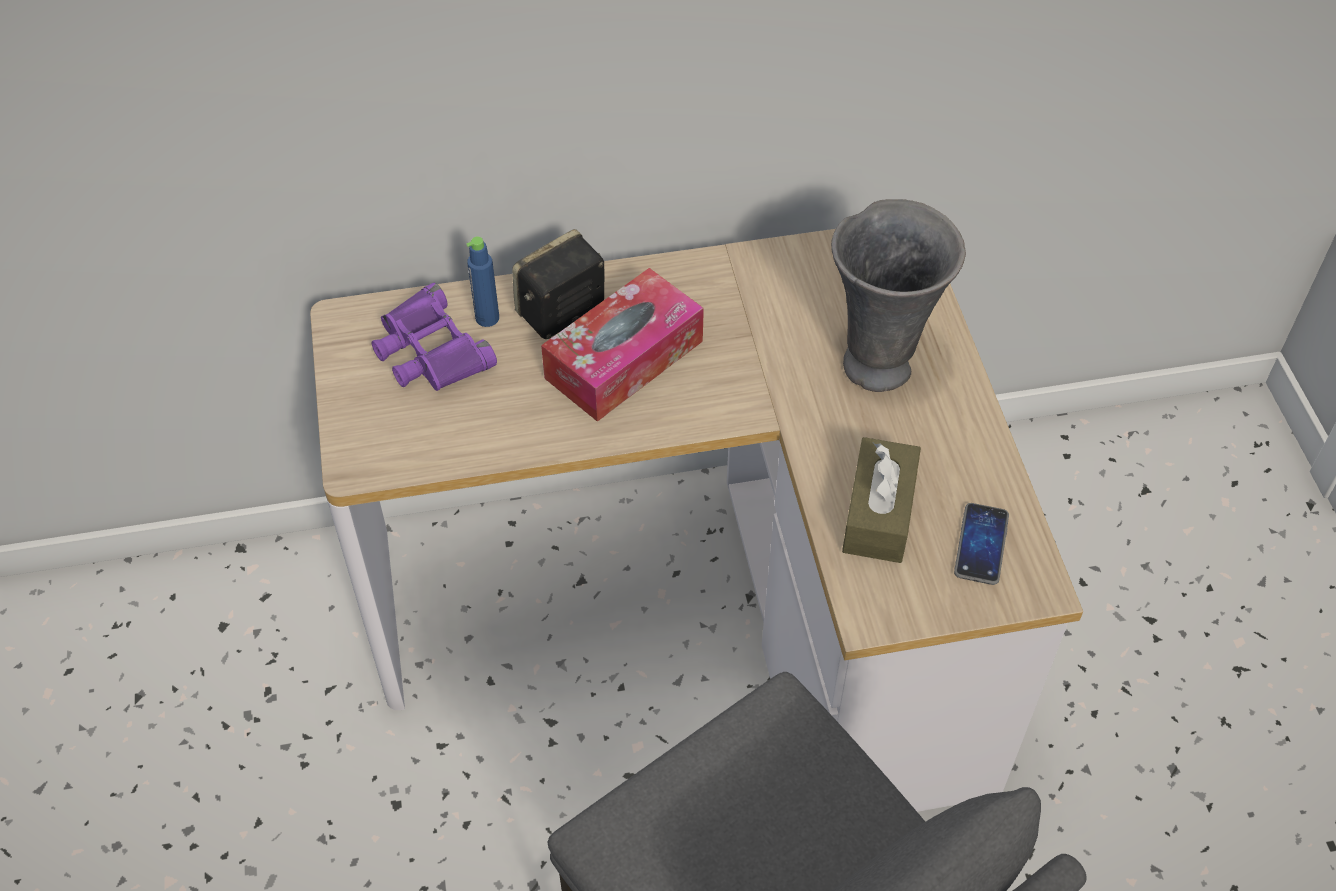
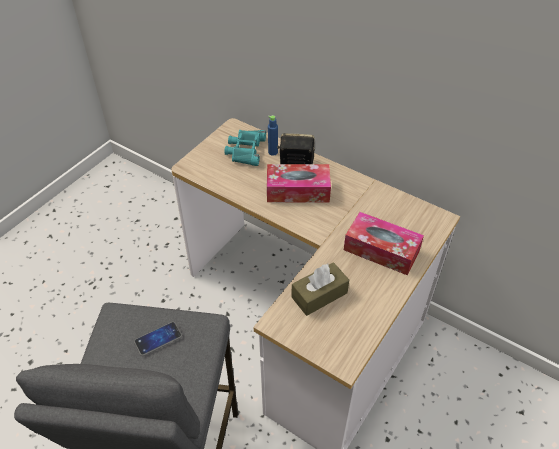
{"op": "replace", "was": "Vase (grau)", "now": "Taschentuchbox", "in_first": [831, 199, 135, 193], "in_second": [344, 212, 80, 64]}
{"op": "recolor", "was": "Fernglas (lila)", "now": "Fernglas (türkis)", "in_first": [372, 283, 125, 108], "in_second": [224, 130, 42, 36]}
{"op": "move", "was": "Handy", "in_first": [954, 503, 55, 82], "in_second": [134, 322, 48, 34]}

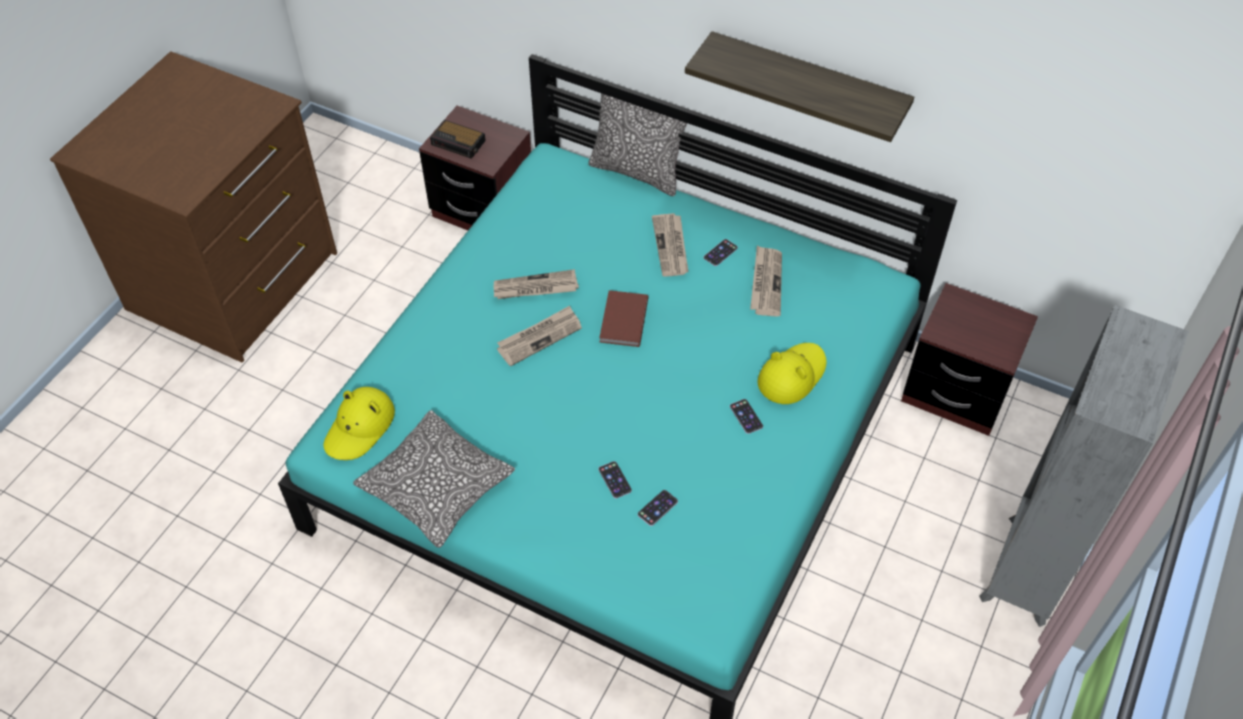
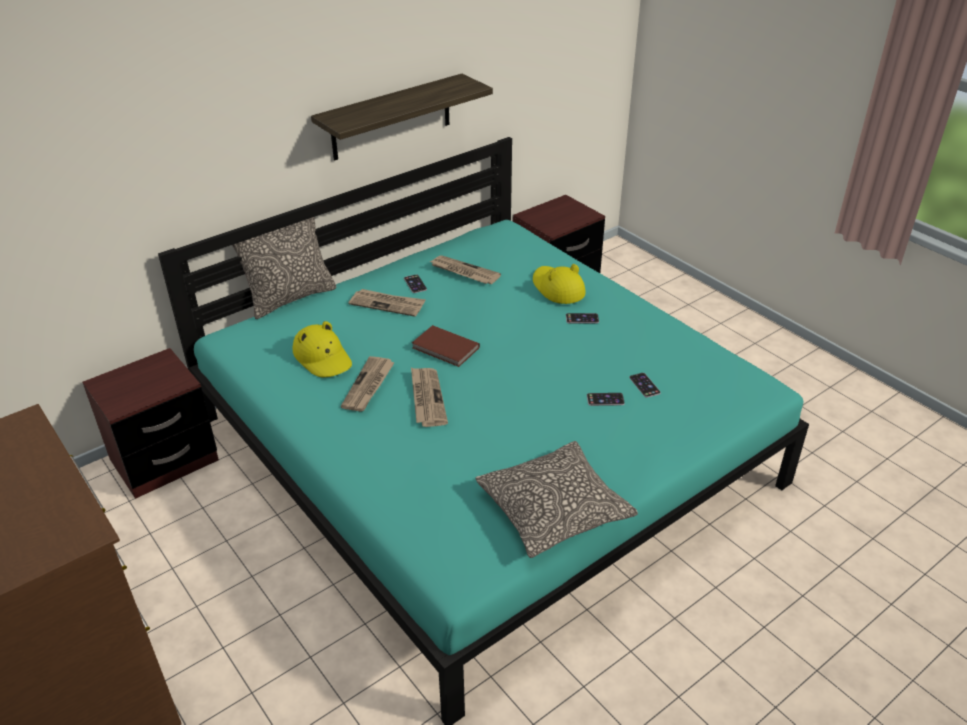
{"op": "delete", "was": "Wecker", "in_first": [430, 120, 56, 39]}
{"op": "delete", "was": "Bücherregal (grau)", "in_first": [979, 305, 210, 322]}
{"op": "move", "was": "Hut (gelb)", "in_first": [323, 387, 72, 73], "in_second": [293, 321, 59, 56]}

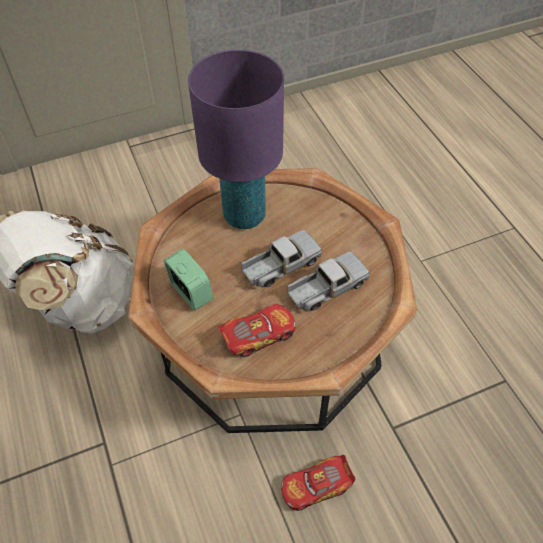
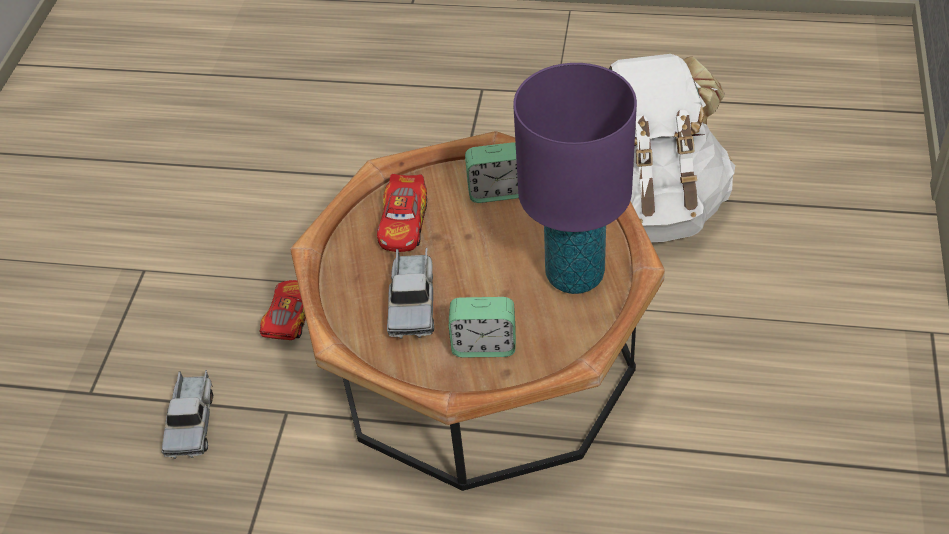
{"op": "move", "was": "Spielzeuglaster", "in_first": [241, 230, 81, 57], "in_second": [162, 370, 51, 89]}
{"op": "insert", "now": "Wecker", "in_second": [449, 297, 67, 61]}

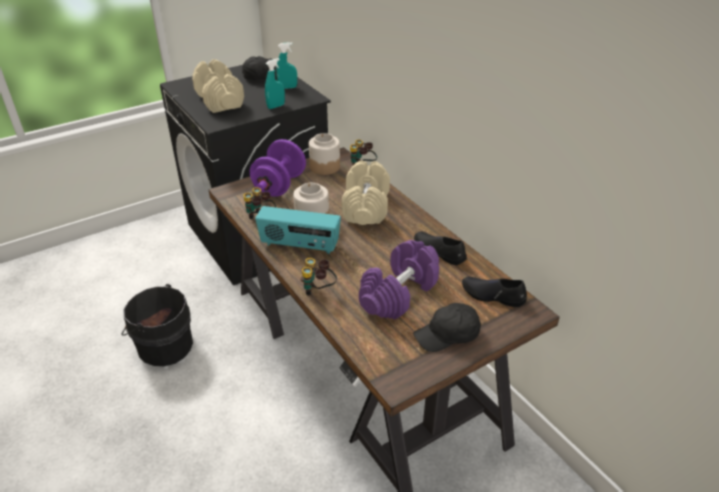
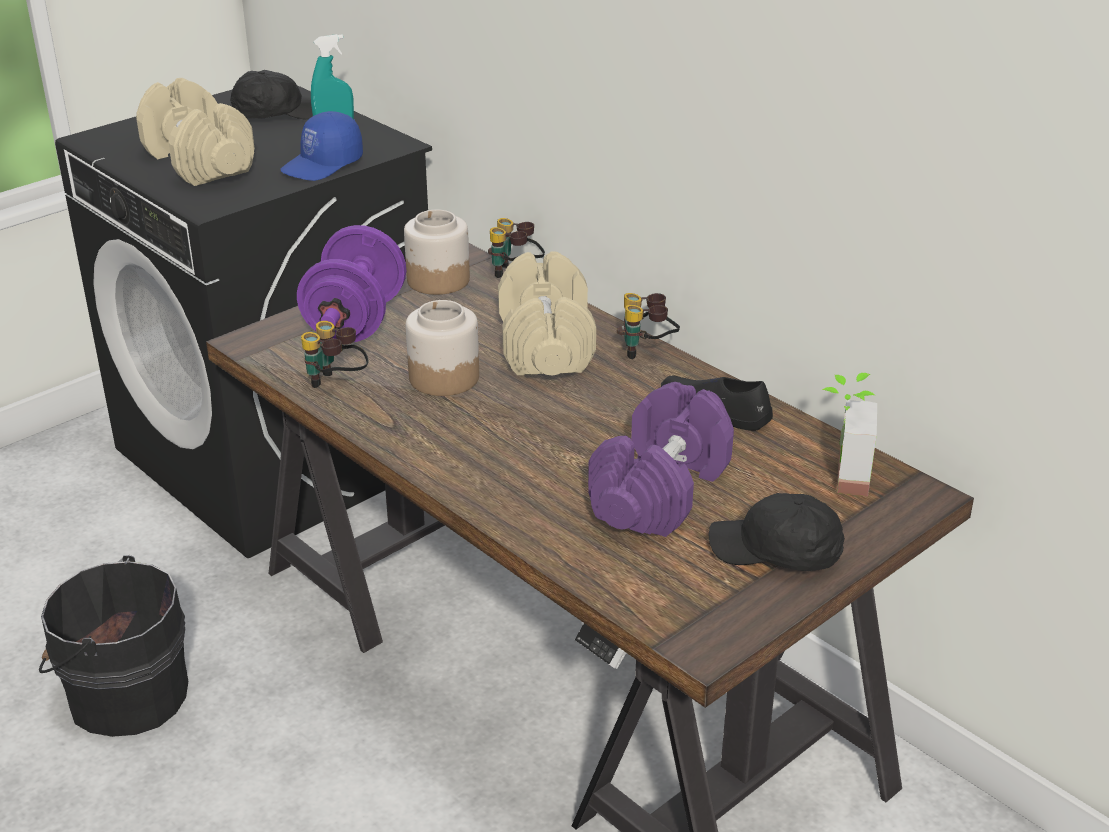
{"op": "replace", "was": "Sprühflasche (türkis)", "now": "Kappe (blau)", "in_first": [265, 58, 20, 51], "in_second": [280, 111, 83, 70]}
{"op": "delete", "was": "Radio", "in_first": [255, 206, 86, 48]}
{"op": "move", "was": "Fernglas", "in_first": [300, 258, 37, 38], "in_second": [617, 293, 63, 66]}
{"op": "replace", "was": "Schuh (schwarz)", "now": "Topfpflanze", "in_first": [462, 277, 65, 30], "in_second": [822, 373, 55, 123]}
{"op": "rotate", "was": "Kappe (schwarz)", "in_first": [413, 303, 68, 49], "in_second": [709, 493, 136, 78], "clockwise": 45}

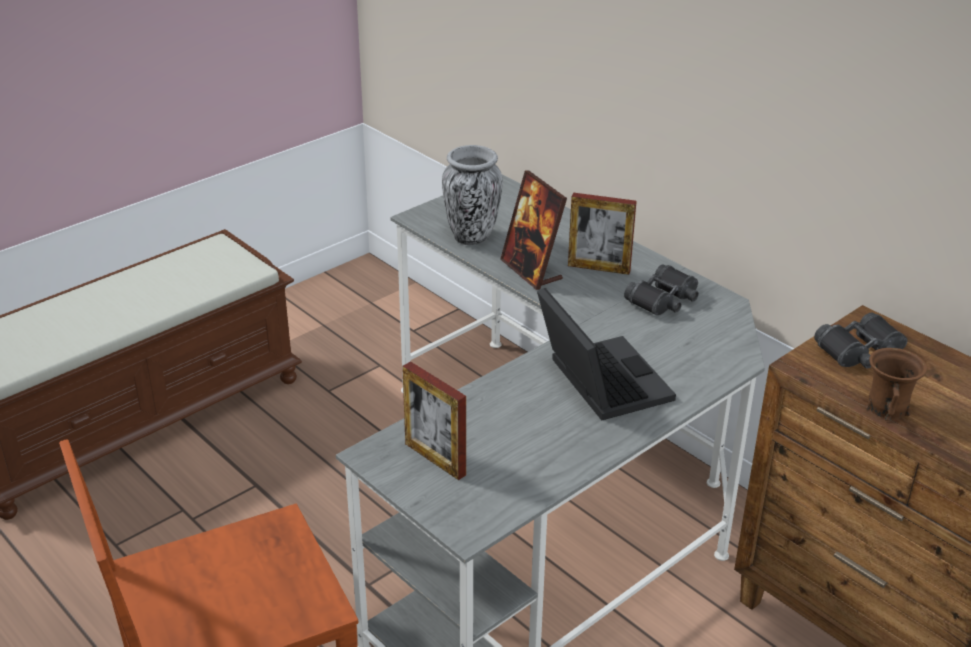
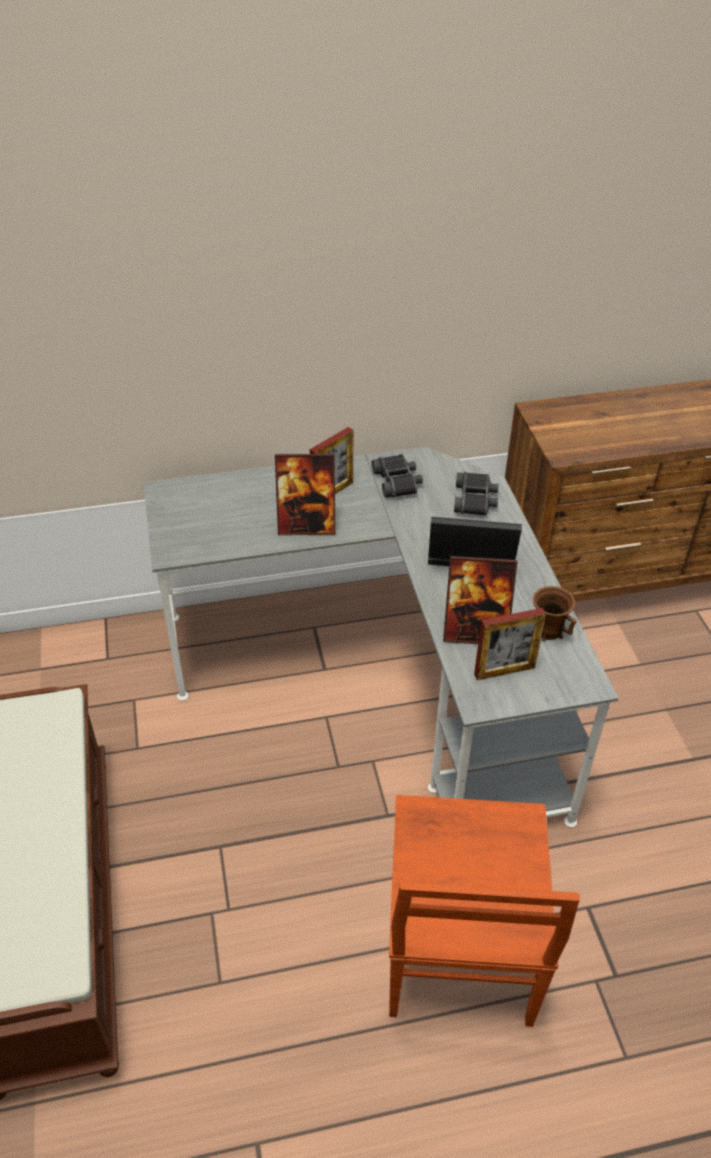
{"op": "delete", "was": "Vase", "in_first": [442, 145, 61, 100]}
{"op": "move", "was": "Fernglas (schwarz)", "in_first": [814, 313, 93, 55], "in_second": [454, 472, 45, 44]}
{"op": "move", "was": "Henkelbecher (braun)", "in_first": [865, 348, 62, 73], "in_second": [533, 586, 44, 55]}
{"op": "insert", "now": "Bilderrahmen", "in_second": [443, 556, 75, 88]}

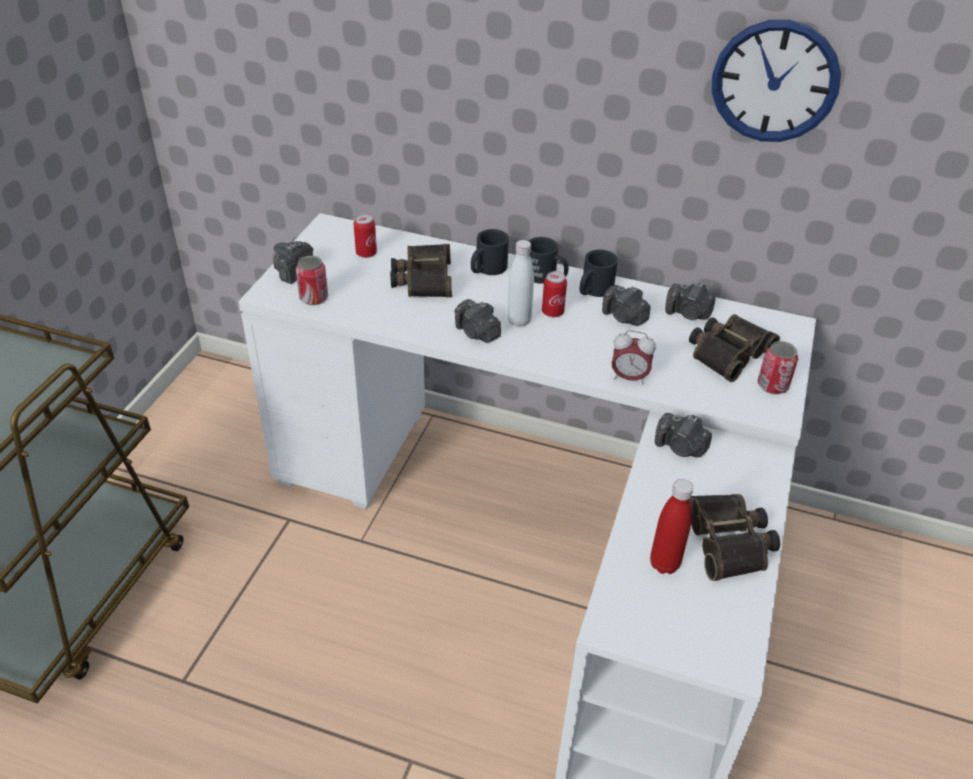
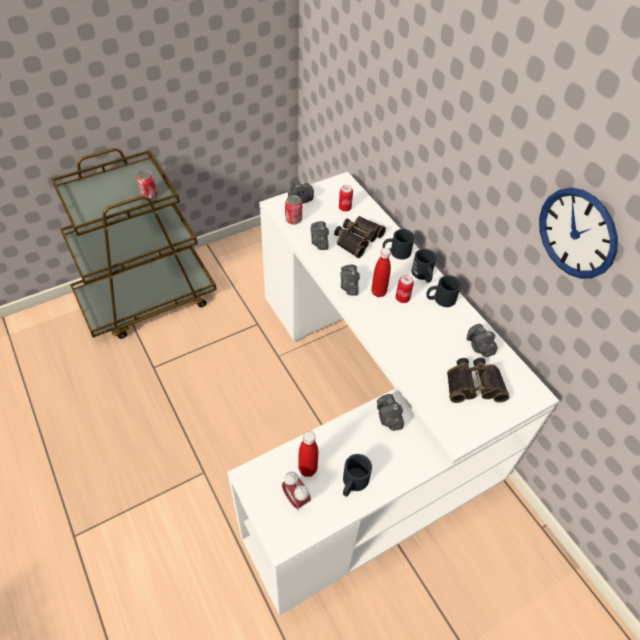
{"op": "recolor", "was": "Flasche (weiß)", "now": "Flasche (rot)", "in_first": [507, 240, 27, 87], "in_second": [371, 248, 20, 49]}
{"op": "move", "was": "Kamera", "in_first": [602, 285, 49, 41], "in_second": [311, 221, 18, 29]}
{"op": "move", "was": "Wecker", "in_first": [612, 330, 44, 55], "in_second": [282, 472, 29, 39]}
{"op": "move", "was": "Dose", "in_first": [758, 341, 40, 54], "in_second": [137, 170, 21, 29]}
{"op": "replace", "was": "Fernglas", "now": "Henkelbecher (schwarz)", "in_first": [689, 494, 91, 87], "in_second": [343, 454, 29, 43]}

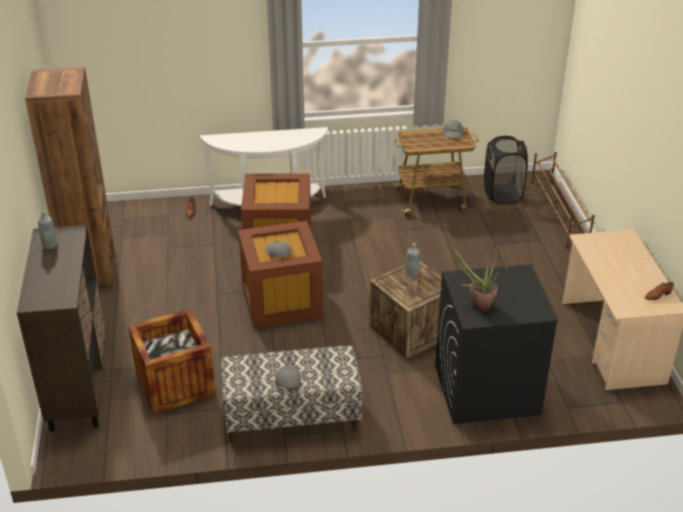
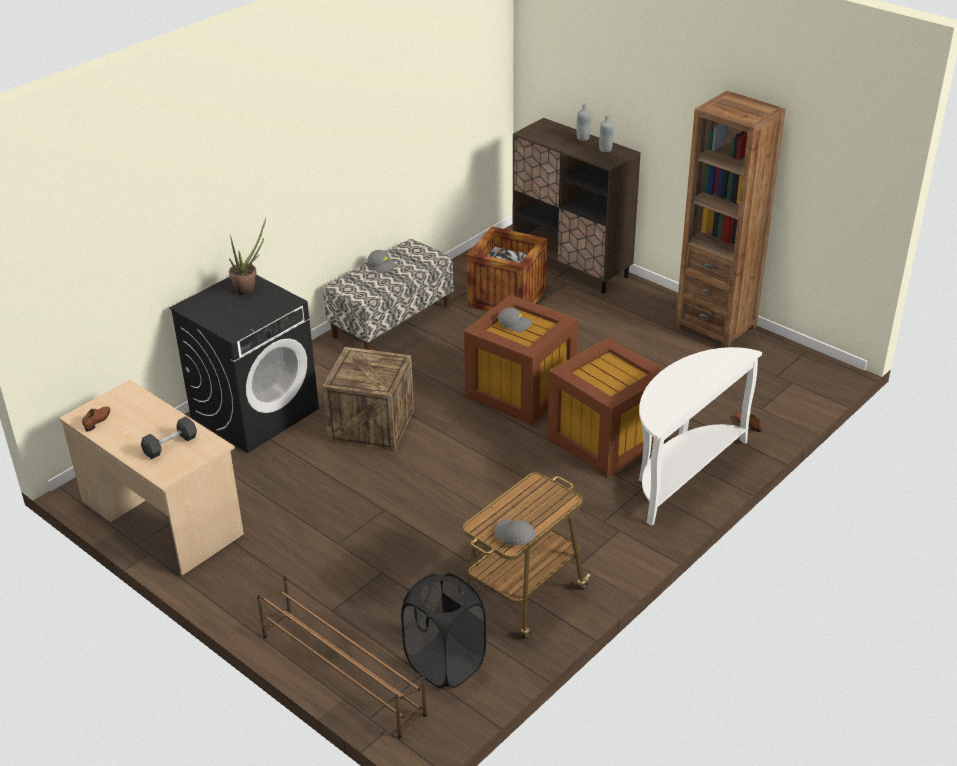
{"op": "move", "was": "Flasche (grau)", "in_first": [406, 243, 14, 34], "in_second": [576, 104, 15, 37]}
{"op": "insert", "now": "Hantel (grau)", "in_second": [141, 416, 56, 43]}

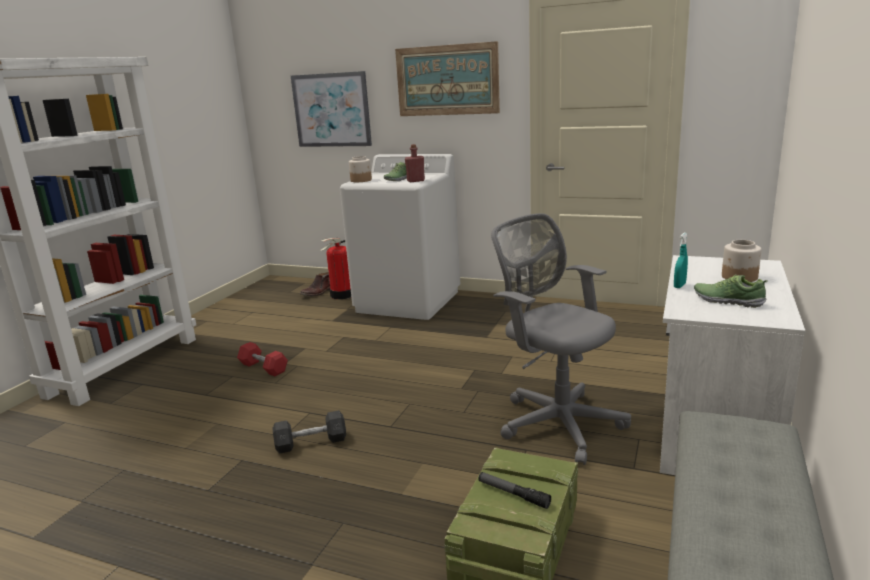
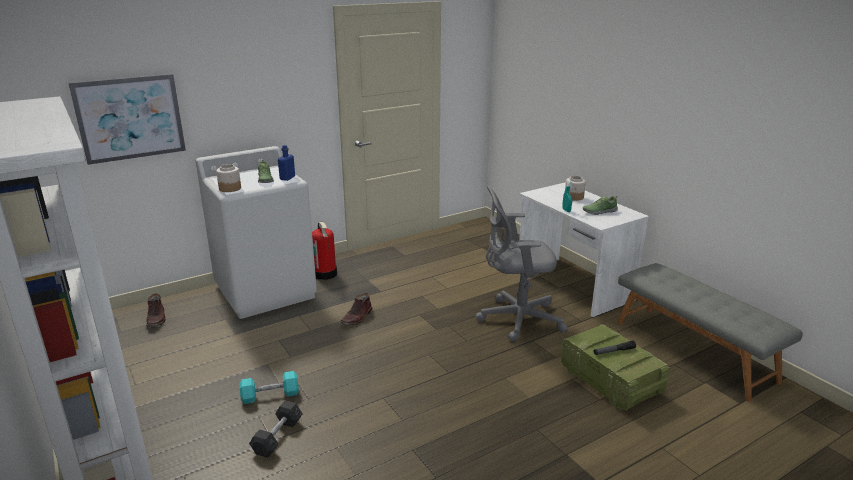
{"op": "delete", "was": "Bild", "in_first": [395, 41, 105, 75]}
{"op": "recolor", "was": "Flasche (rot)", "now": "Flasche (blau)", "in_first": [405, 144, 20, 38], "in_second": [278, 145, 17, 36]}
{"op": "move", "was": "Feuerlöscher", "in_first": [321, 238, 30, 61], "in_second": [312, 222, 25, 58]}
{"op": "recolor", "was": "Hantel (rot)", "now": "Hantel (türkis)", "in_first": [237, 342, 51, 34], "in_second": [240, 371, 59, 33]}
{"op": "move", "was": "Hantel (grau)", "in_first": [272, 410, 74, 44], "in_second": [249, 401, 53, 57]}
{"op": "insert", "now": "Stiefel (braun)", "in_second": [340, 293, 32, 32]}

